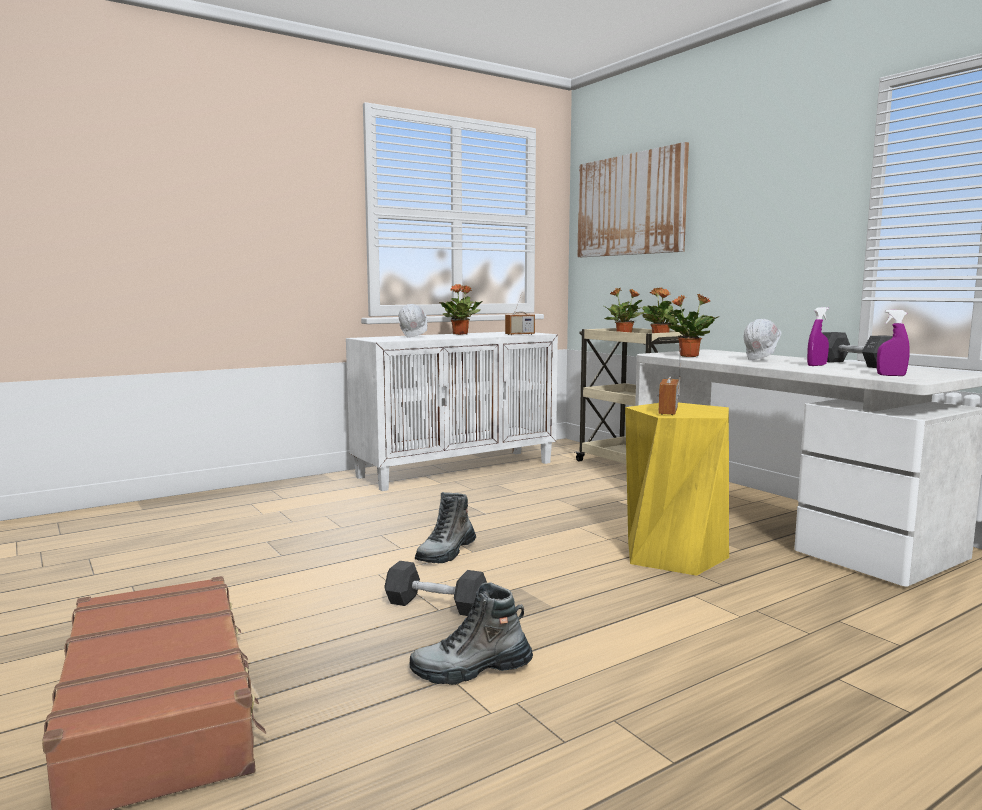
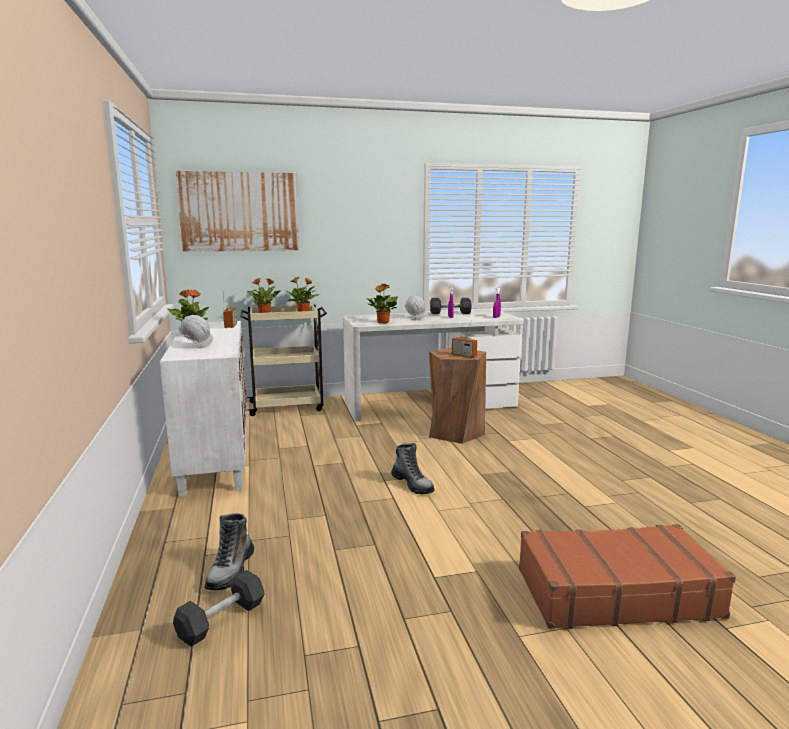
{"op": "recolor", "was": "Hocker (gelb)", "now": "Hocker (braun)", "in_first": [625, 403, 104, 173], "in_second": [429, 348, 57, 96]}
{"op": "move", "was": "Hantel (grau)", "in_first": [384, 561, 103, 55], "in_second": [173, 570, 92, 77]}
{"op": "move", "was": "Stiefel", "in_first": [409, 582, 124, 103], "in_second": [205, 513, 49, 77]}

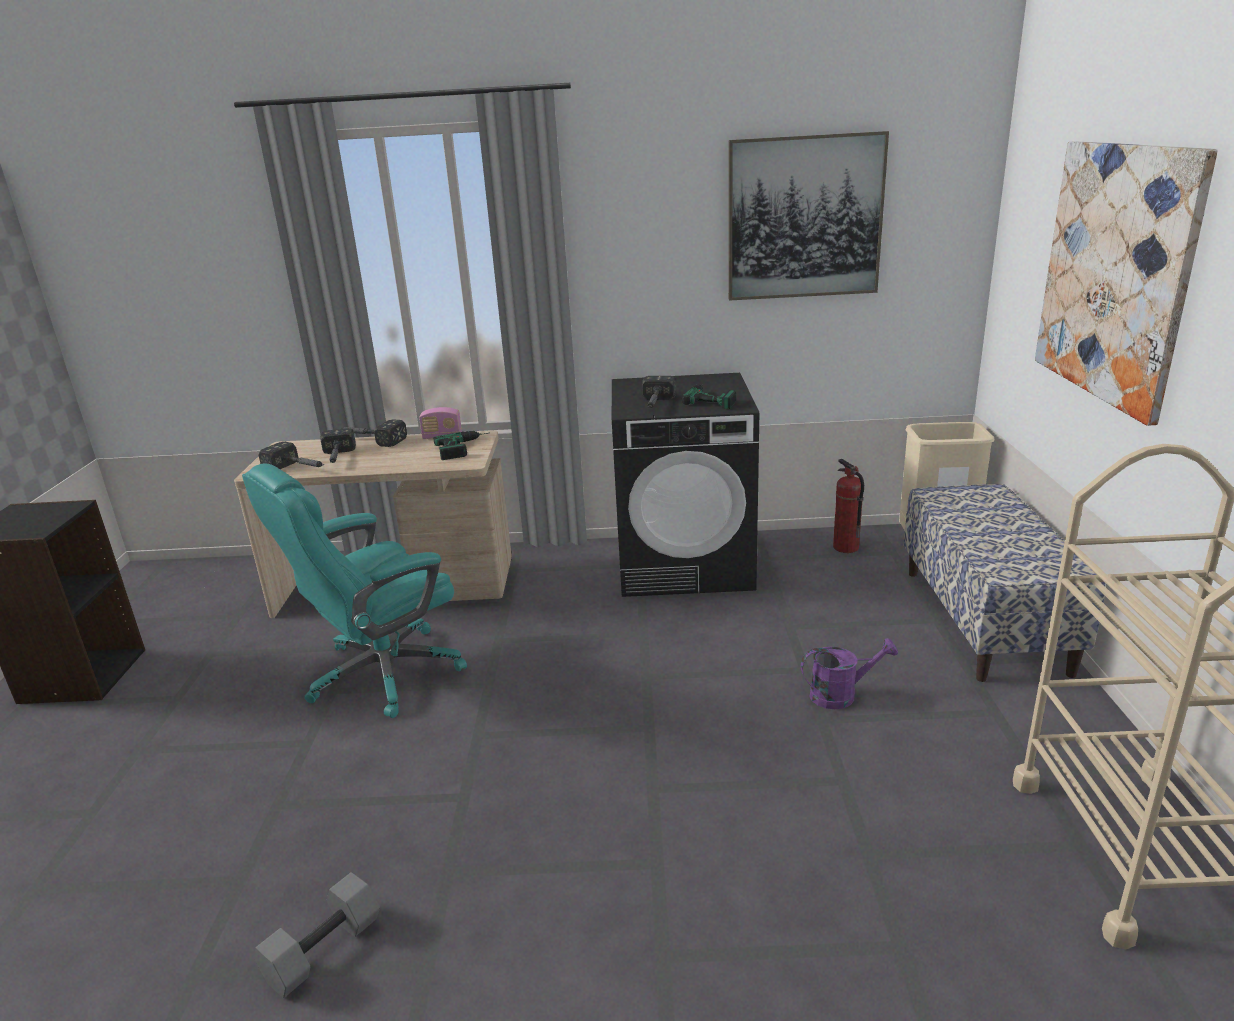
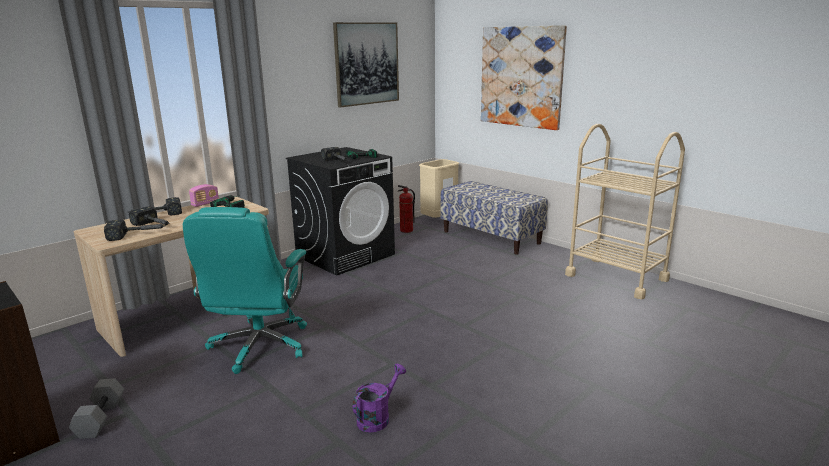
{"op": "move", "was": "Gießkanne (lila)", "in_first": [801, 638, 97, 71], "in_second": [353, 363, 53, 69]}
{"op": "move", "was": "Hantel (grau)", "in_first": [254, 872, 126, 126], "in_second": [69, 378, 55, 61]}

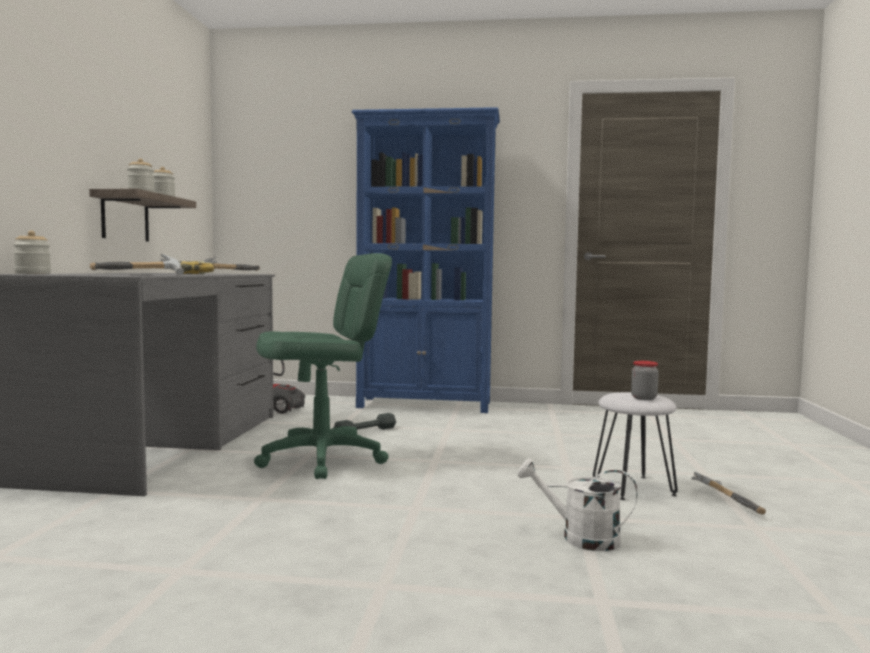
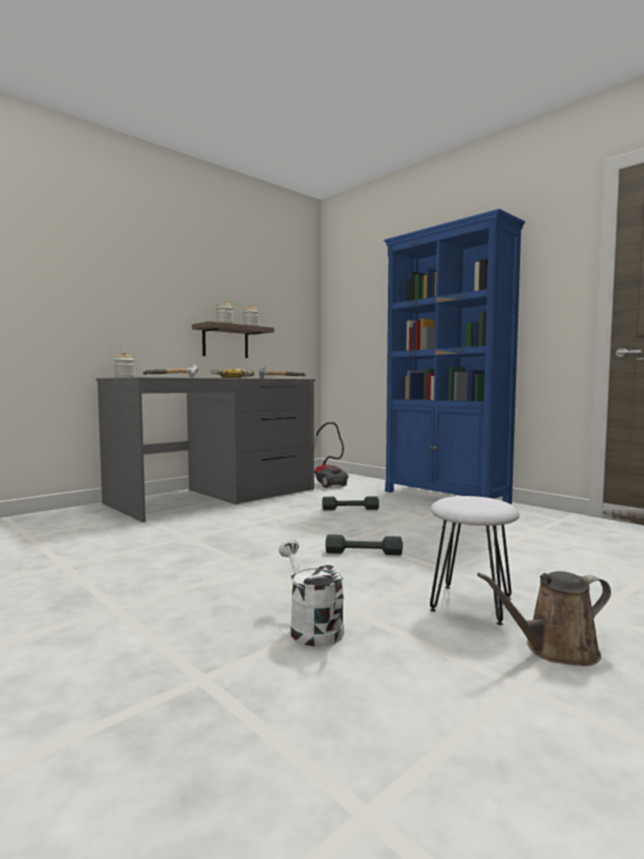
{"op": "delete", "was": "Bürostuhl (grün)", "in_first": [254, 253, 138, 226]}
{"op": "delete", "was": "Vorratsglas", "in_first": [631, 361, 28, 39]}
{"op": "replace", "was": "Hammer", "now": "Gießkanne (braun)", "in_first": [691, 472, 75, 42], "in_second": [477, 571, 134, 95]}
{"op": "insert", "now": "Hantel (grau)", "in_second": [325, 534, 78, 21]}

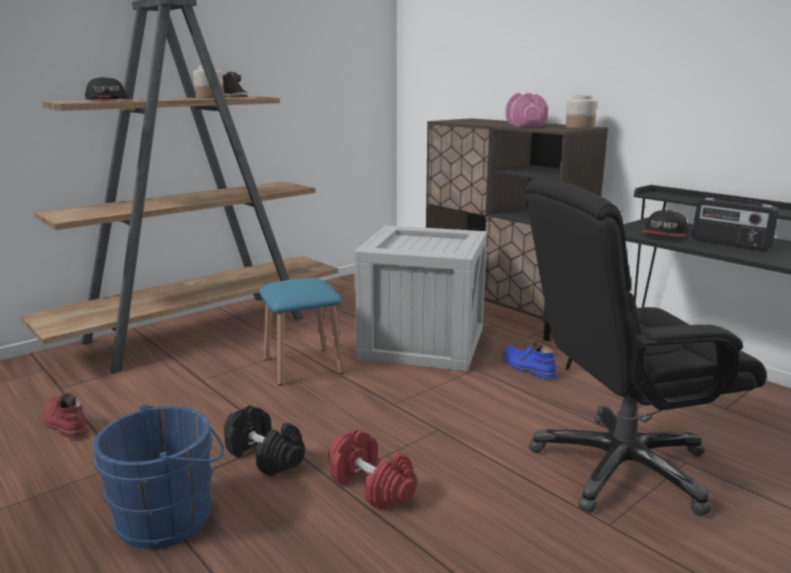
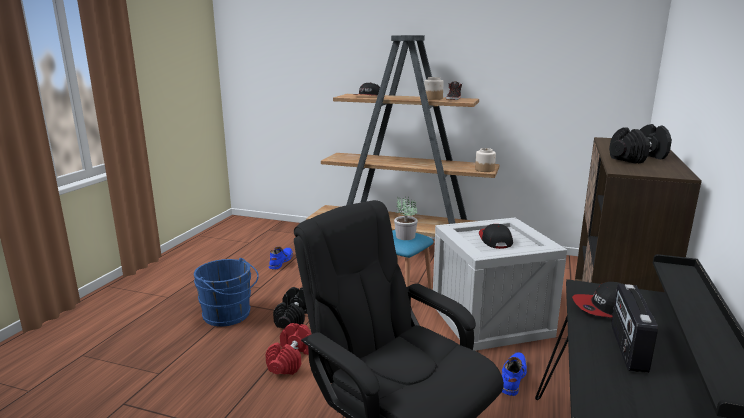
{"op": "recolor", "was": "Hantel (rosa)", "now": "Hantel (schwarz)", "in_first": [505, 93, 43, 34], "in_second": [609, 124, 63, 40]}
{"op": "move", "was": "Vorratsglas", "in_first": [566, 95, 31, 34], "in_second": [475, 148, 21, 24]}
{"op": "recolor", "was": "Stiefel (rot)", "now": "Stiefel (blau)", "in_first": [43, 393, 46, 45], "in_second": [269, 247, 24, 23]}
{"op": "insert", "now": "Topfpflanze", "in_second": [394, 197, 24, 43]}
{"op": "insert", "now": "Kappe", "in_second": [479, 224, 34, 25]}

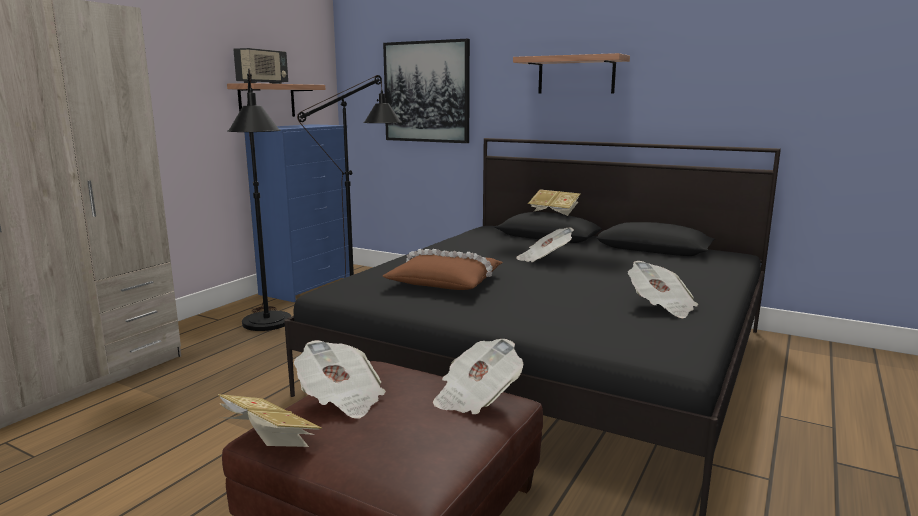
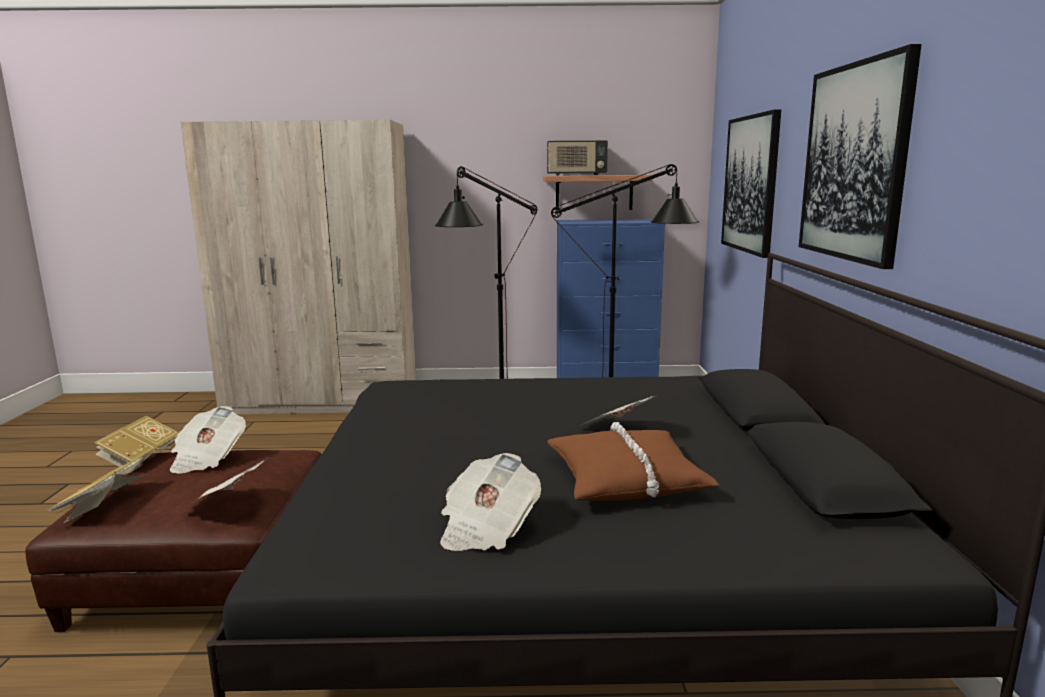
{"op": "replace", "was": "Wandregal", "now": "Bild", "in_first": [513, 53, 117, 41], "in_second": [799, 44, 123, 225]}
{"op": "move", "was": "Buch", "in_first": [528, 189, 53, 27], "in_second": [45, 455, 101, 68]}
{"op": "move", "was": "Kissen (braun)", "in_first": [382, 249, 121, 41], "in_second": [547, 422, 172, 79]}

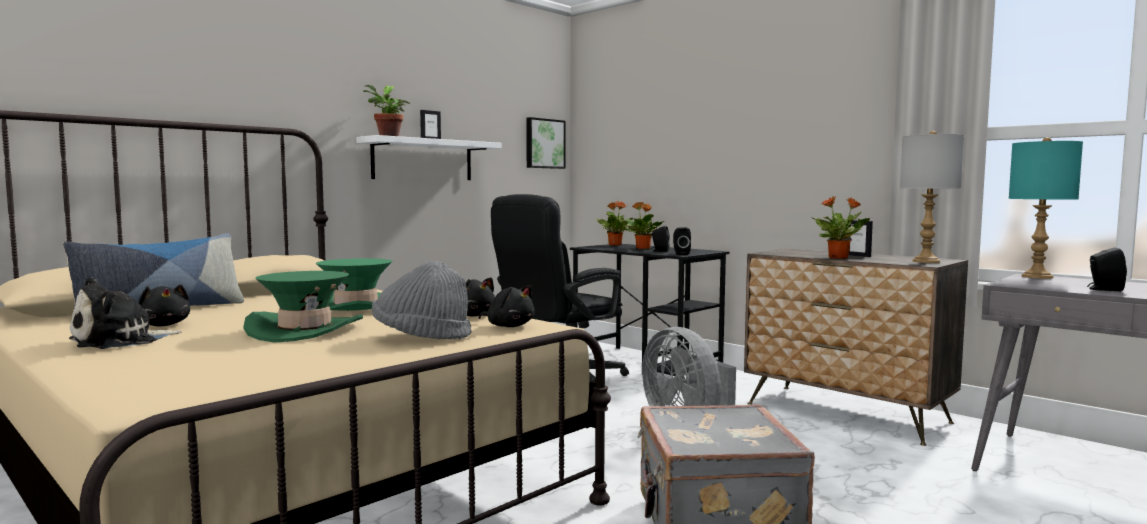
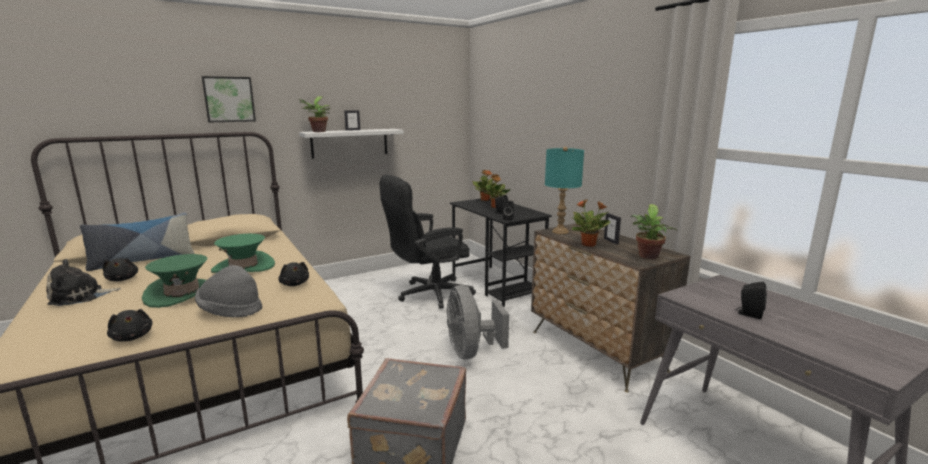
{"op": "move", "was": "Bild", "in_first": [526, 117, 40, 52], "in_second": [202, 76, 54, 46]}
{"op": "replace", "was": "Tischlampe (grau)", "now": "Topfpflanze", "in_first": [900, 131, 64, 132], "in_second": [630, 204, 48, 55]}
{"op": "move", "was": "Tischlampe (türkis)", "in_first": [1009, 137, 74, 142], "in_second": [545, 147, 39, 87]}
{"op": "move", "was": "Plüschtier (schwarz)", "in_first": [479, 285, 56, 42], "in_second": [107, 309, 46, 33]}

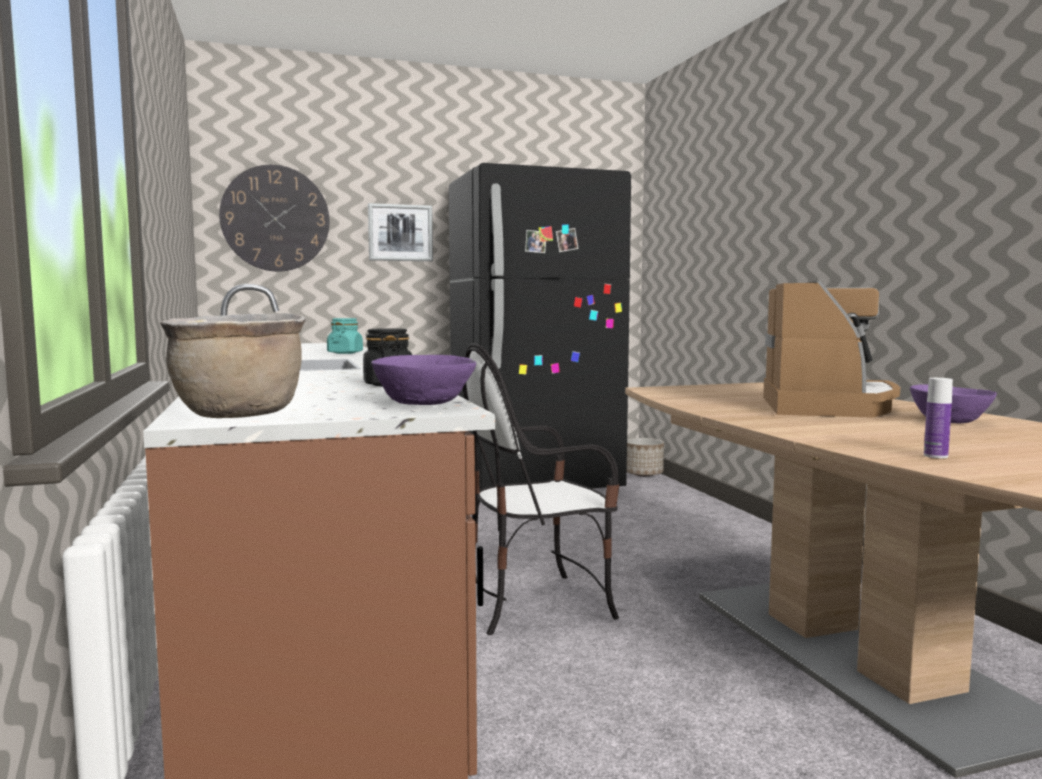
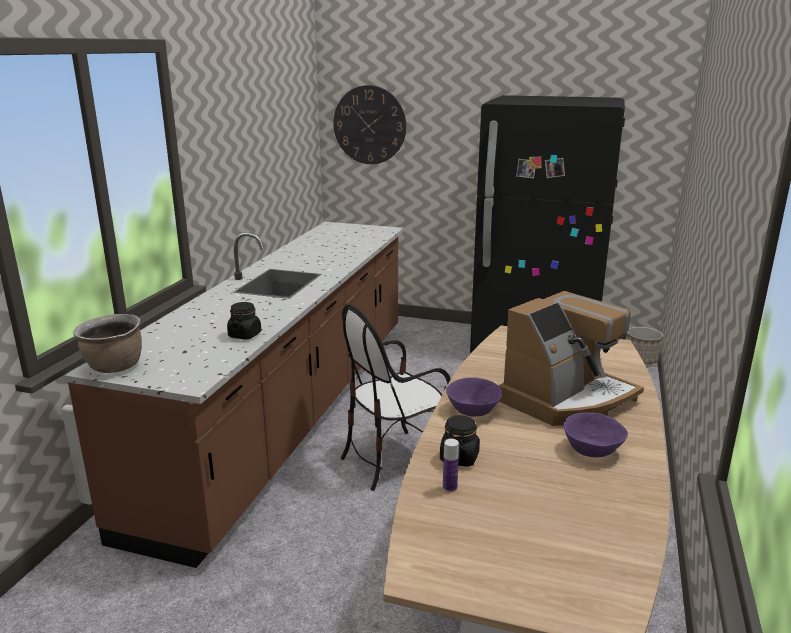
{"op": "delete", "was": "Bild", "in_first": [368, 203, 65, 58]}
{"op": "delete", "was": "Vorratsglas (türkis)", "in_first": [327, 318, 36, 36]}
{"op": "rotate", "was": "Stuhl", "in_first": [463, 343, 156, 292], "in_second": [341, 305, 110, 186], "clockwise": -45}
{"op": "move", "was": "Schüssel (lila)", "in_first": [371, 355, 105, 50], "in_second": [446, 377, 56, 40]}
{"op": "insert", "now": "Vorratsglas (schwarz)", "in_second": [440, 415, 40, 52]}

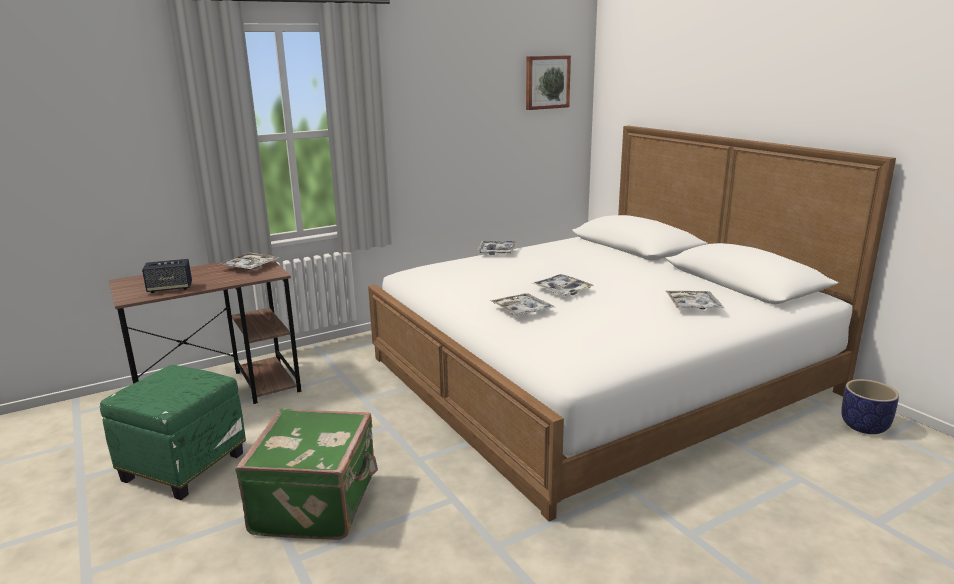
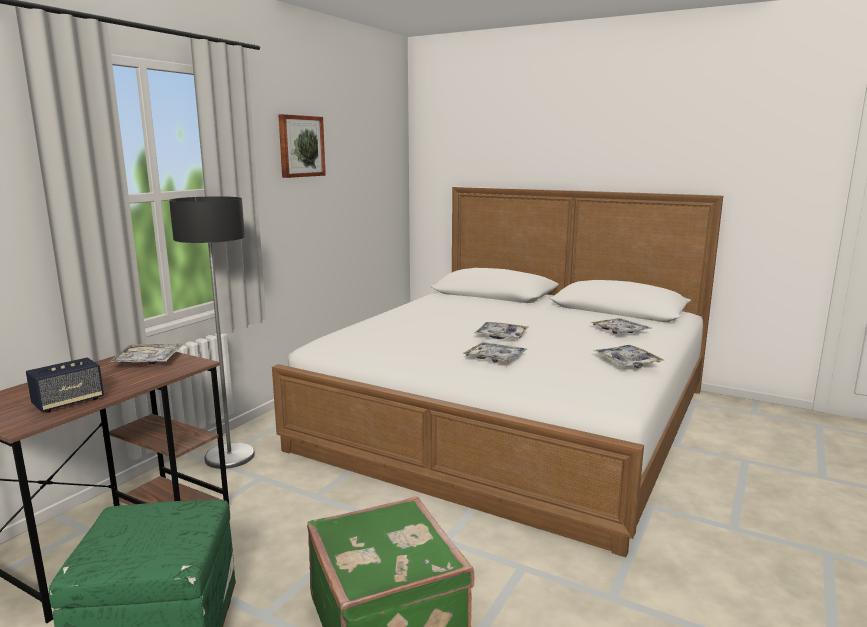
{"op": "move", "was": "Bild", "in_first": [526, 55, 45, 55], "in_second": [278, 114, 48, 64]}
{"op": "move", "was": "Tablett", "in_first": [477, 241, 39, 14], "in_second": [593, 345, 71, 23]}
{"op": "delete", "was": "Pflanzkübel", "in_first": [841, 379, 58, 55]}
{"op": "insert", "now": "Stehlampe", "in_second": [169, 196, 86, 273]}

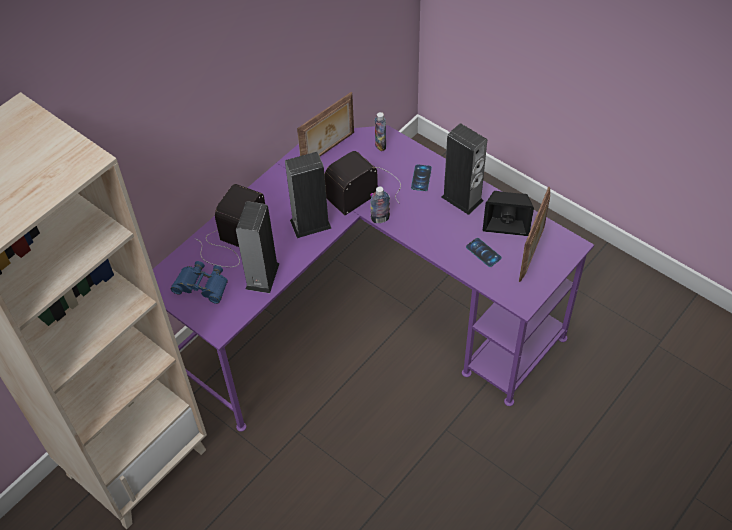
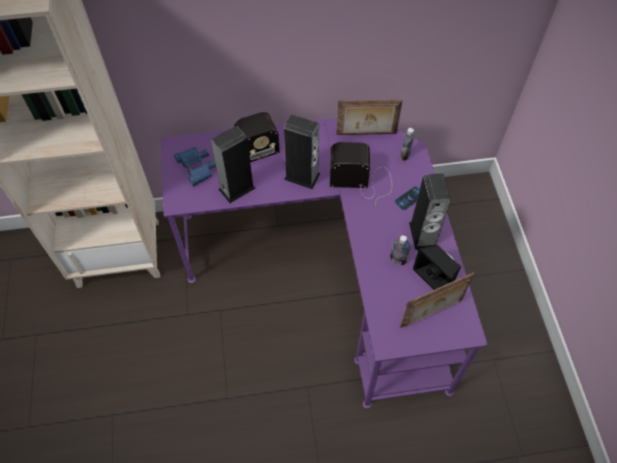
{"op": "move", "was": "Flasche", "in_first": [370, 186, 20, 37], "in_second": [390, 235, 21, 30]}
{"op": "delete", "was": "Handy", "in_first": [466, 238, 36, 29]}

